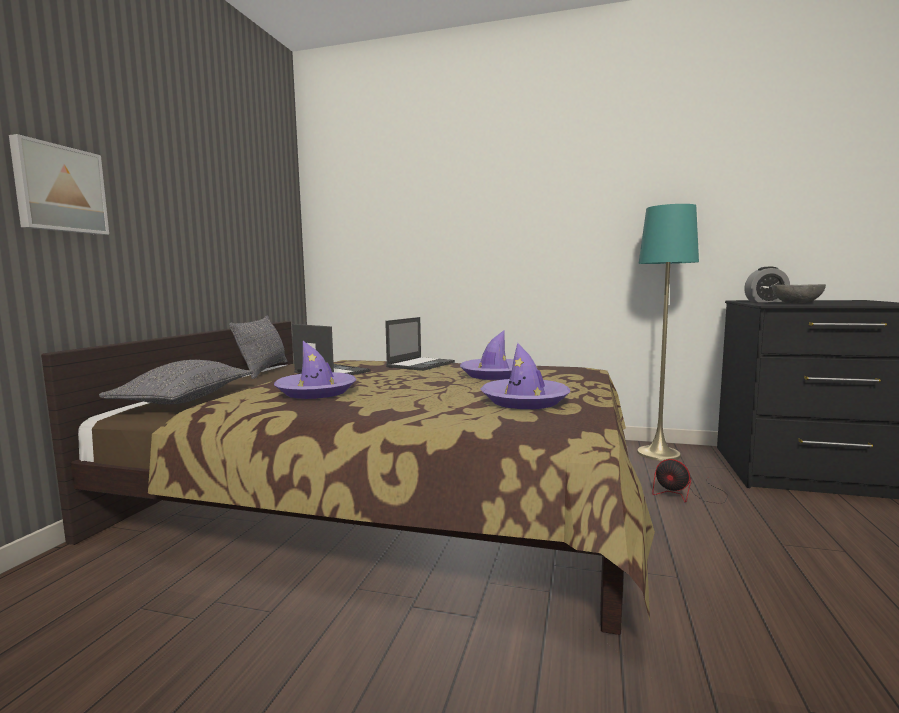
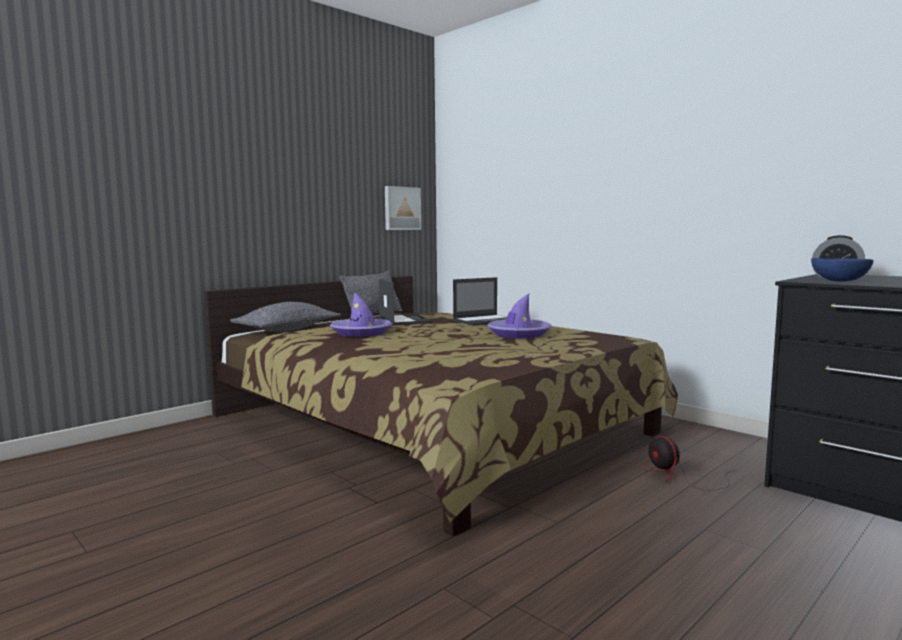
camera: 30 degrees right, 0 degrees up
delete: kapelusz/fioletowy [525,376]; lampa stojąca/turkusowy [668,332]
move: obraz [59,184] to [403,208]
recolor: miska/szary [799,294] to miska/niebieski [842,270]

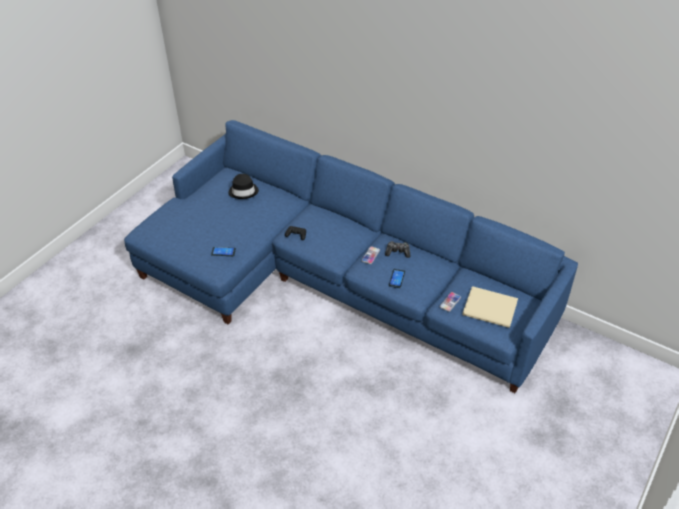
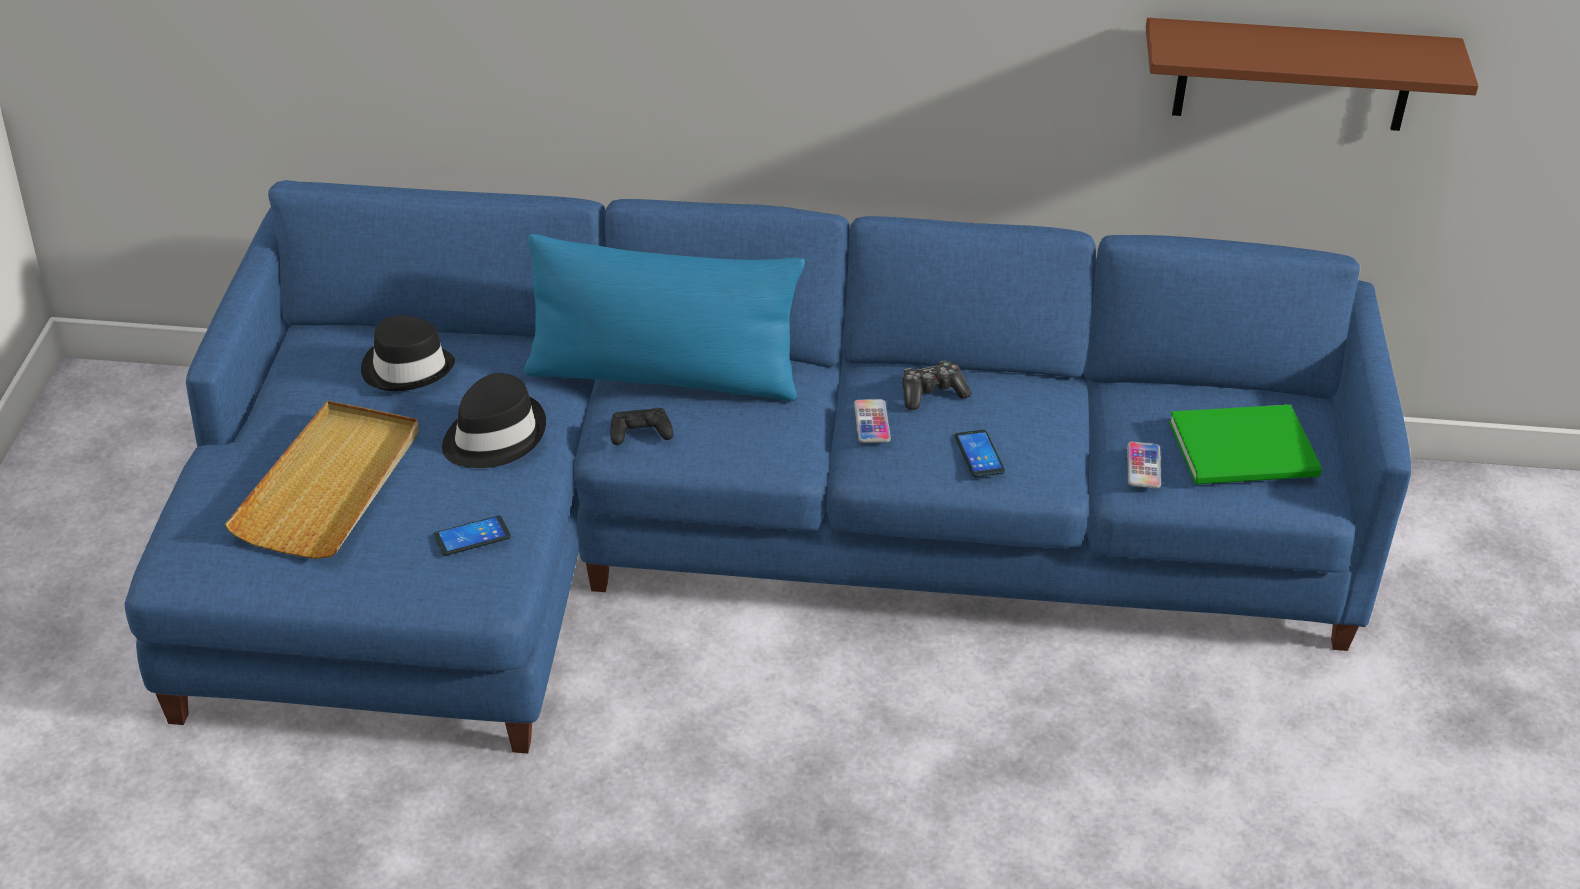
camera: 30 degrees left, 5 degrees down
insert: taca/beżowy [321,480]; kapelusz/czarny [494,420]; poduszka/niebieski [664,317]; półka/brązowy [1312,74]
recolor: książka/beżowy [490,307] to książka/zielony [1245,444]

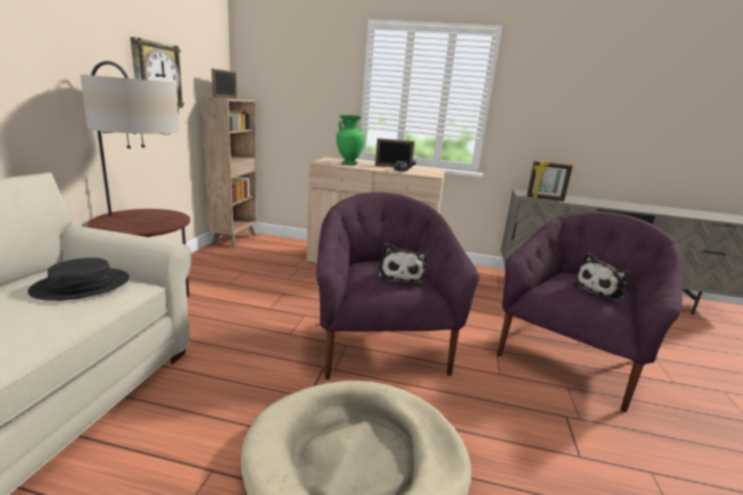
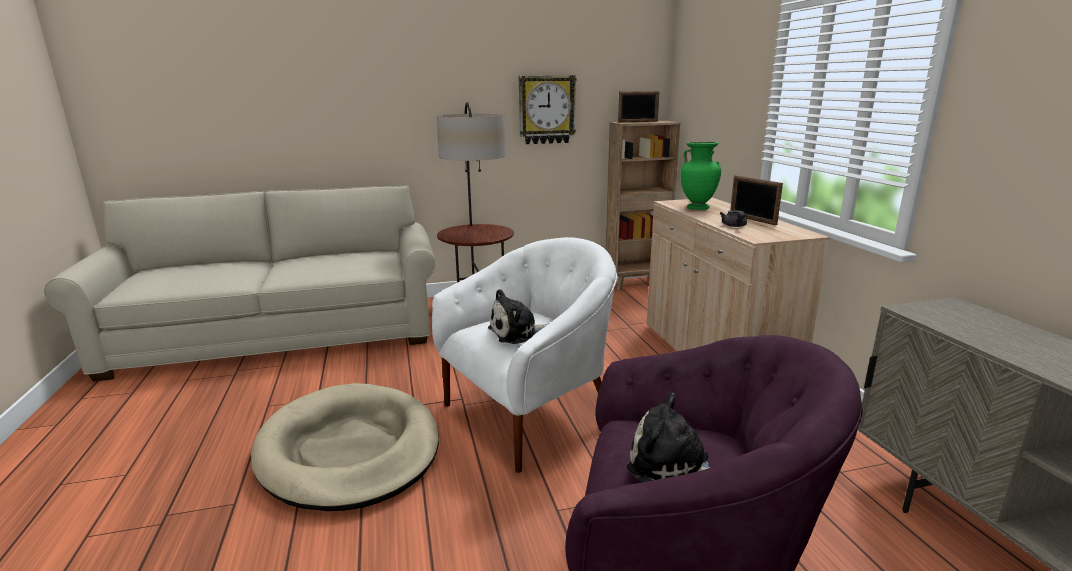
camera: 65 degrees right, 0 degrees up
delete: kapelusz/czarny [78,279]; ramka na zdjęcie [550,181]
recolor: fotel/fioletowy [397,286] to fotel/biały [524,355]

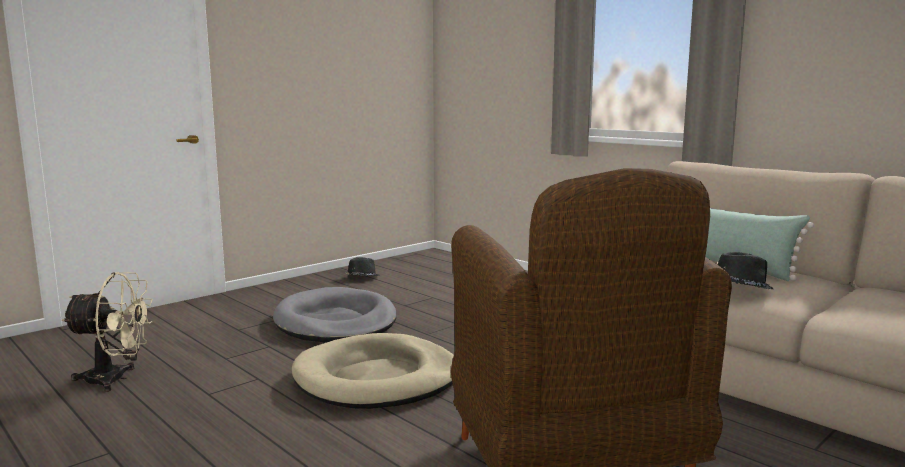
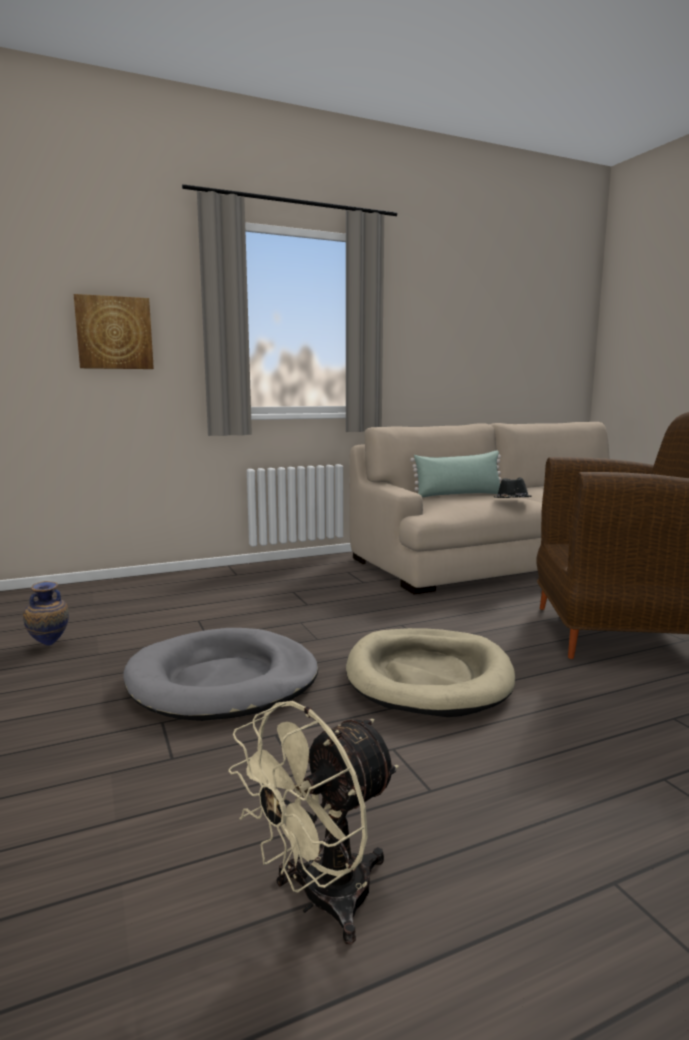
camera: 70 degrees left, 0 degrees up
insert: obraz [114,331]
replace: kapelusz/czarny [362,266] to wazon [46,613]
rotate: wentylator/beżowy [107,332] = [313,822] 150 degrees counterclockwise

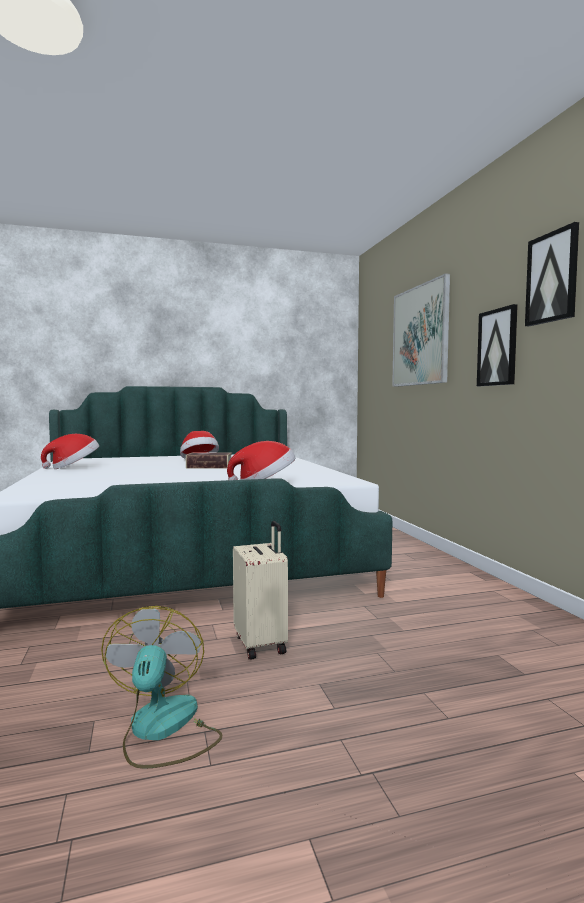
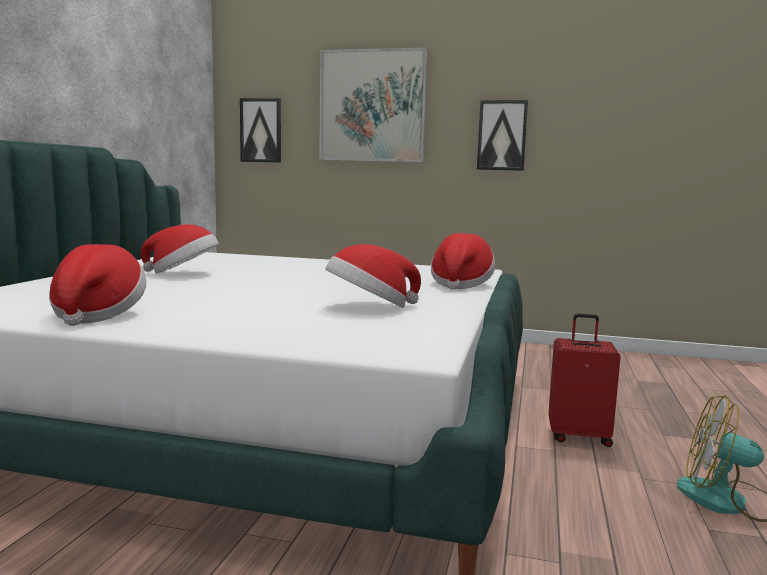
camera: 60 degrees left, 5 degrees up
delete: książka [209,460]
insert: kapelusz [373,276]
move: obraz [552,274] to [260,130]
recolor: walizka/beżowy [260,590] to walizka/czerwony [584,380]

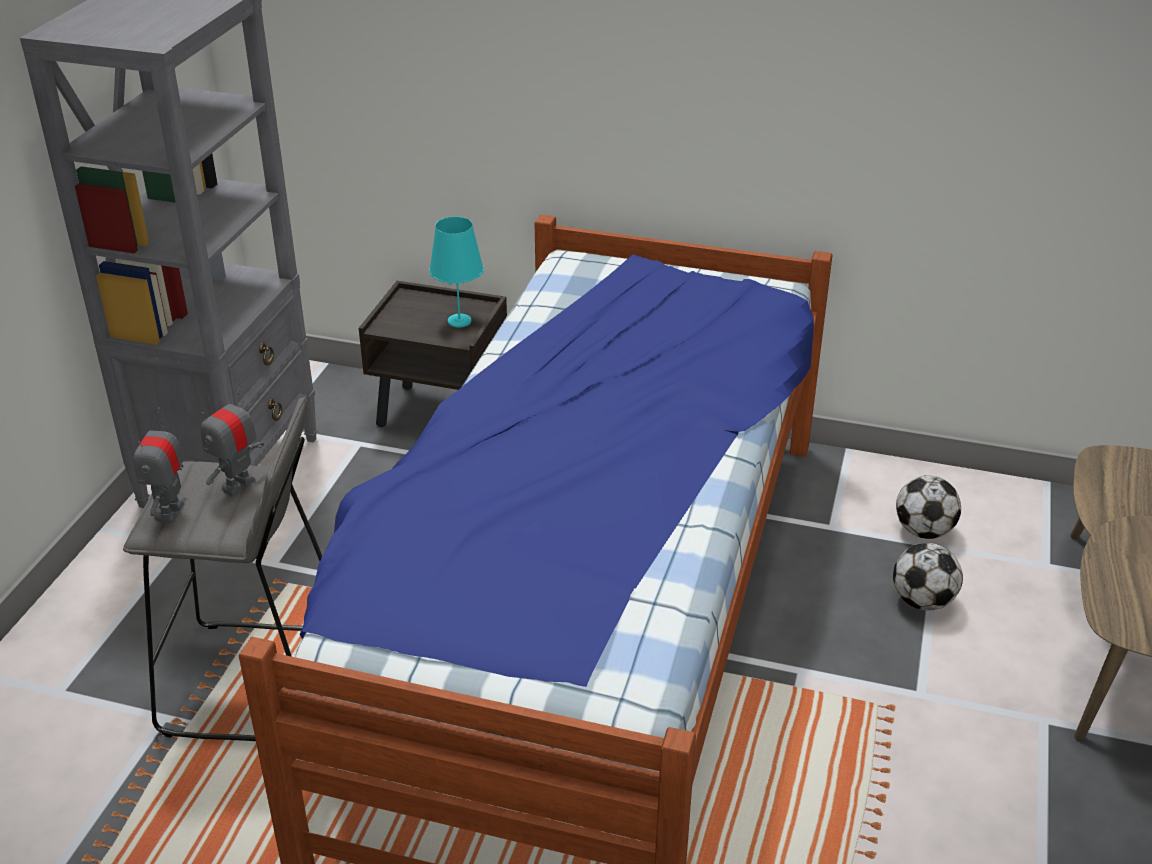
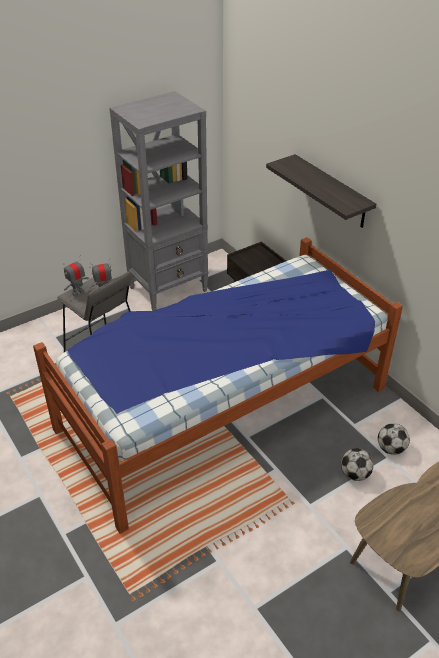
camera: 40 degrees right, 5 degrees up
delete: lampa stołowa/turkusowy [456,272]
insert: półka [321,191]

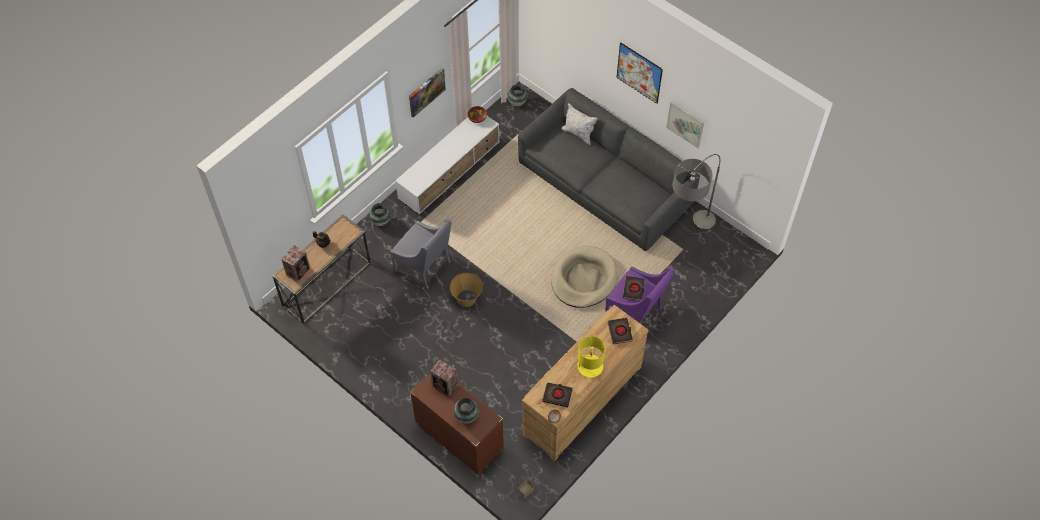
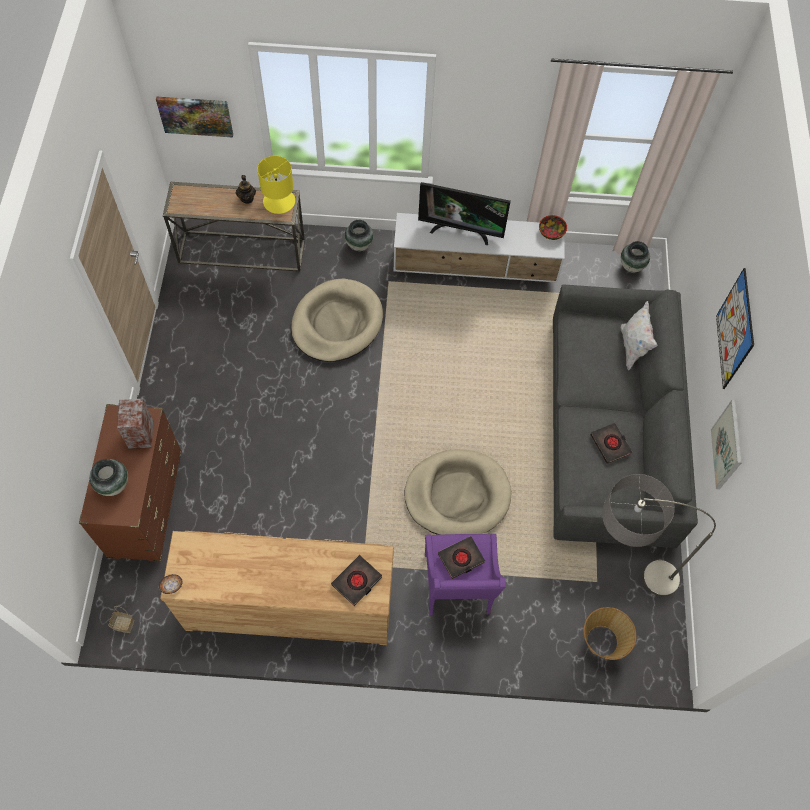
camera: 50 degrees right, 5 degrees up
delete: głośnik [296,263]
insert: telewizor [464,213]
move: obraz [427,92] to [194,116]; koszyk [466,290] to [610,633]; książka/czarny [557,394] to [611,443]; lampa stołowa/żółty [589,357] to [276,185]
replace: fotel/szary [420,253] to legowisko/beżowy [337,320]

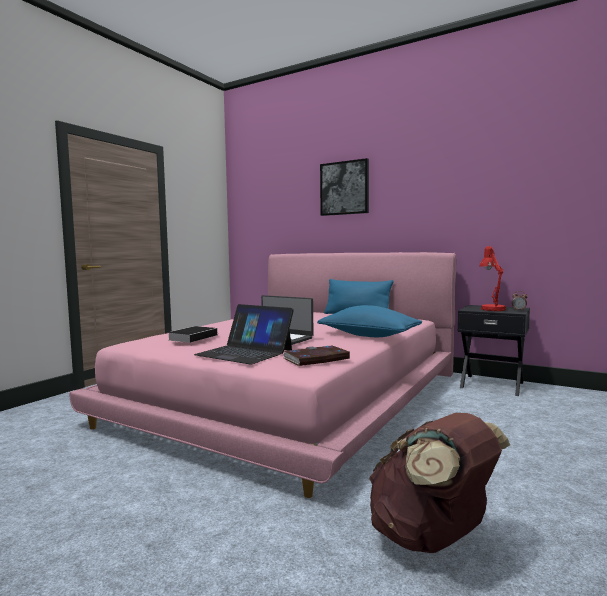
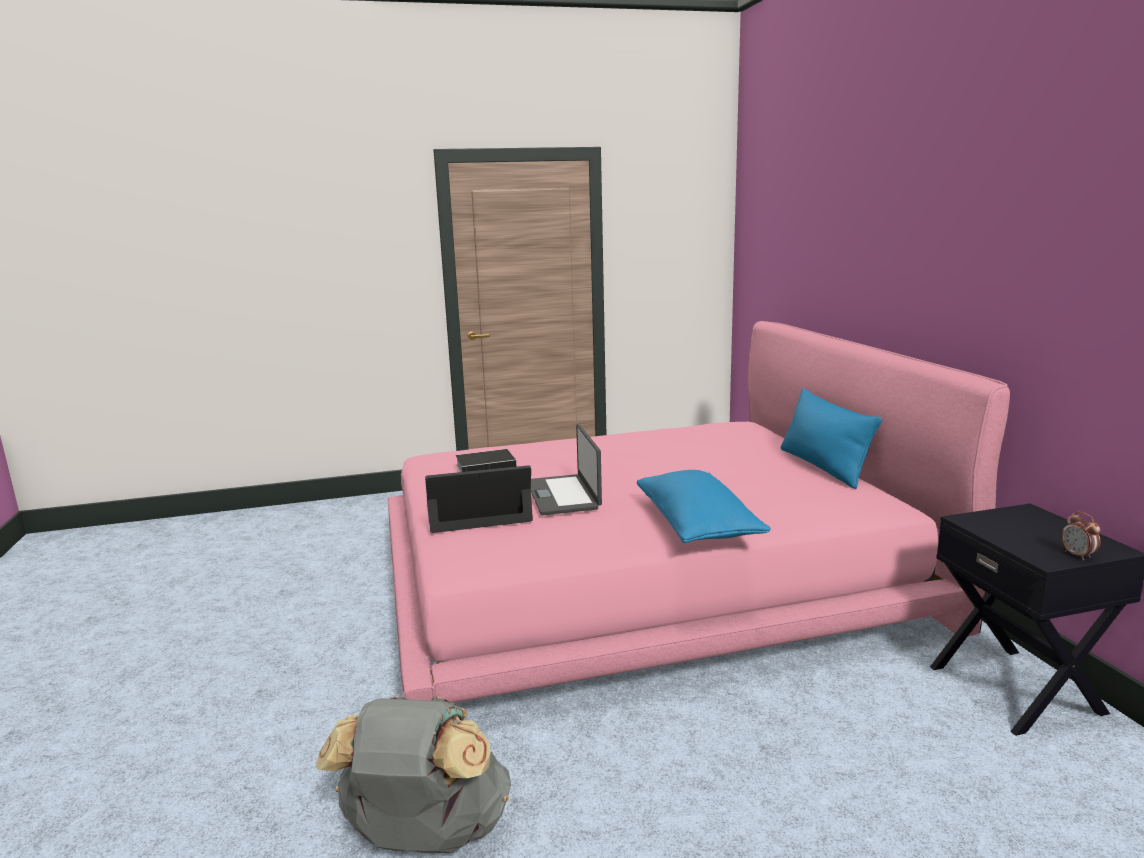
camera: 45 degrees right, 10 degrees up
delete: książka [316,355]; obraz [344,187]; lampa stołowa/czerwony [493,278]
recolor: plecak/brązowy [439,483] to plecak/szary [413,774]
rotate: laptop [244,334] = [479,499] 90 degrees clockwise

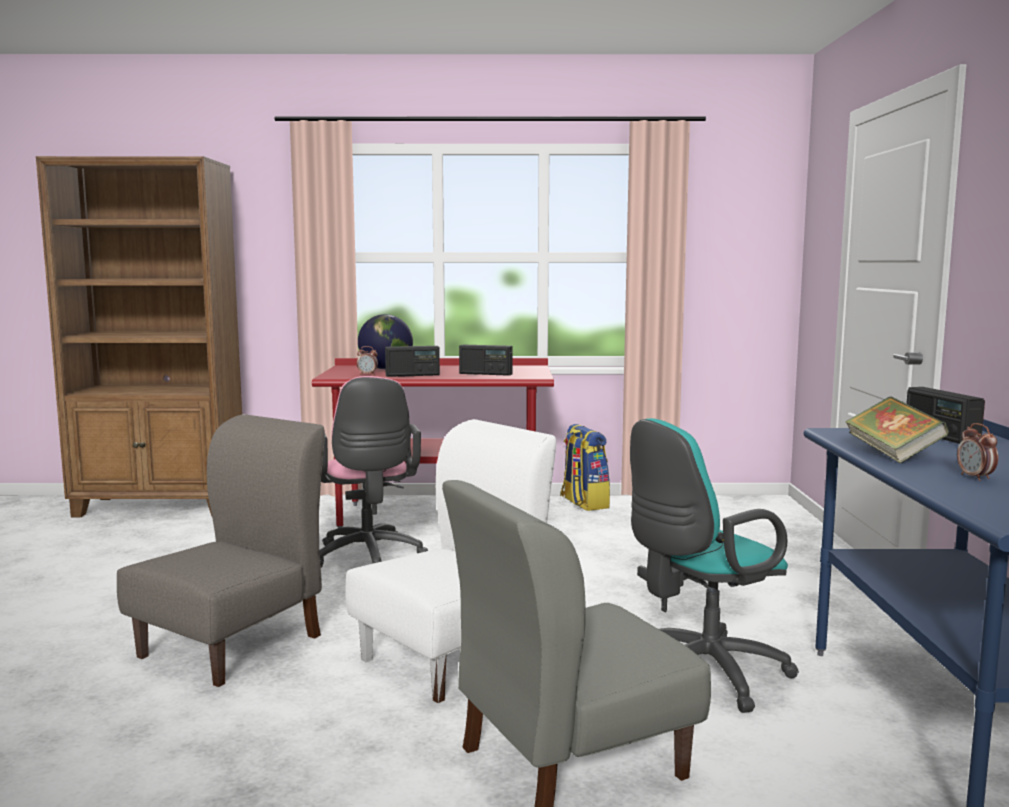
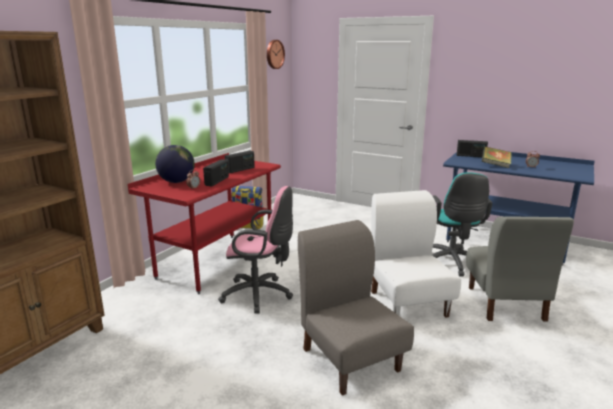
camera: 60 degrees left, 10 degrees up
insert: zegar ścienny [276,54]

